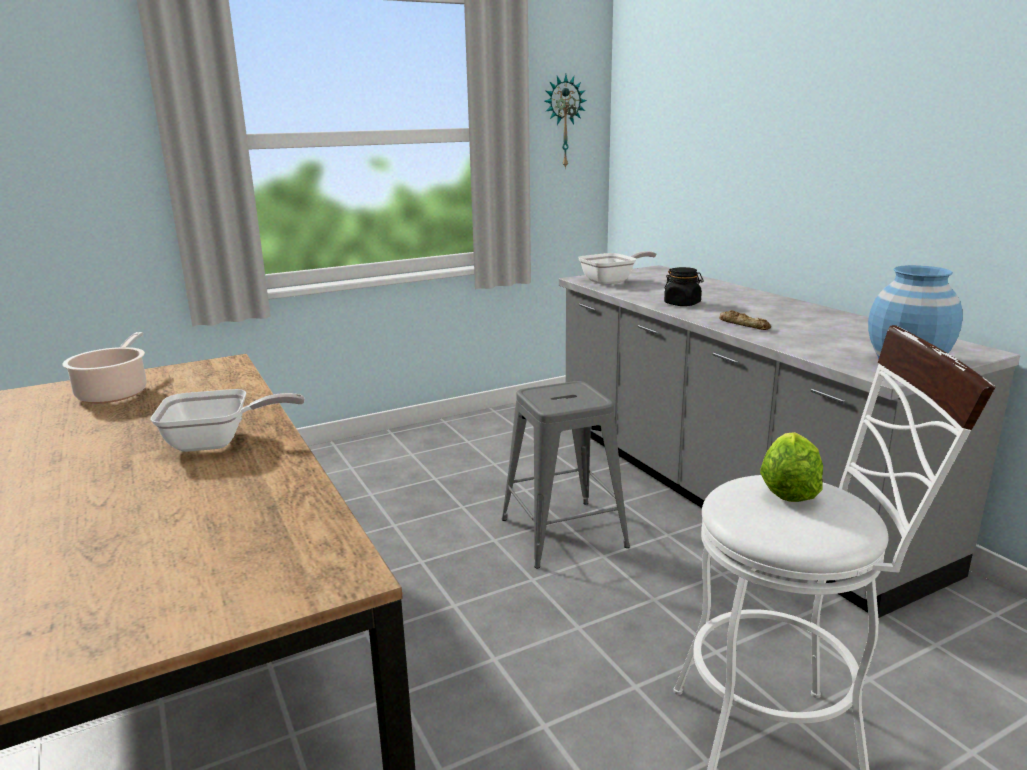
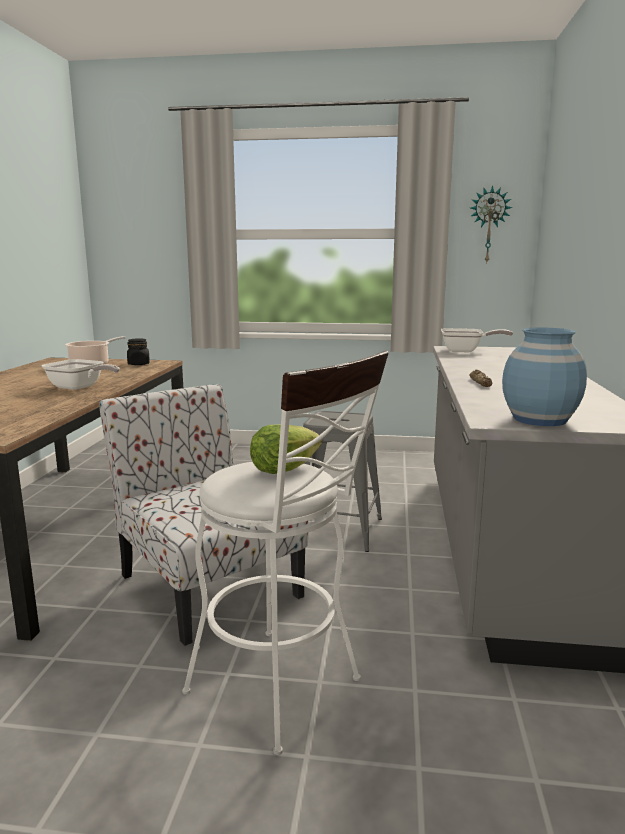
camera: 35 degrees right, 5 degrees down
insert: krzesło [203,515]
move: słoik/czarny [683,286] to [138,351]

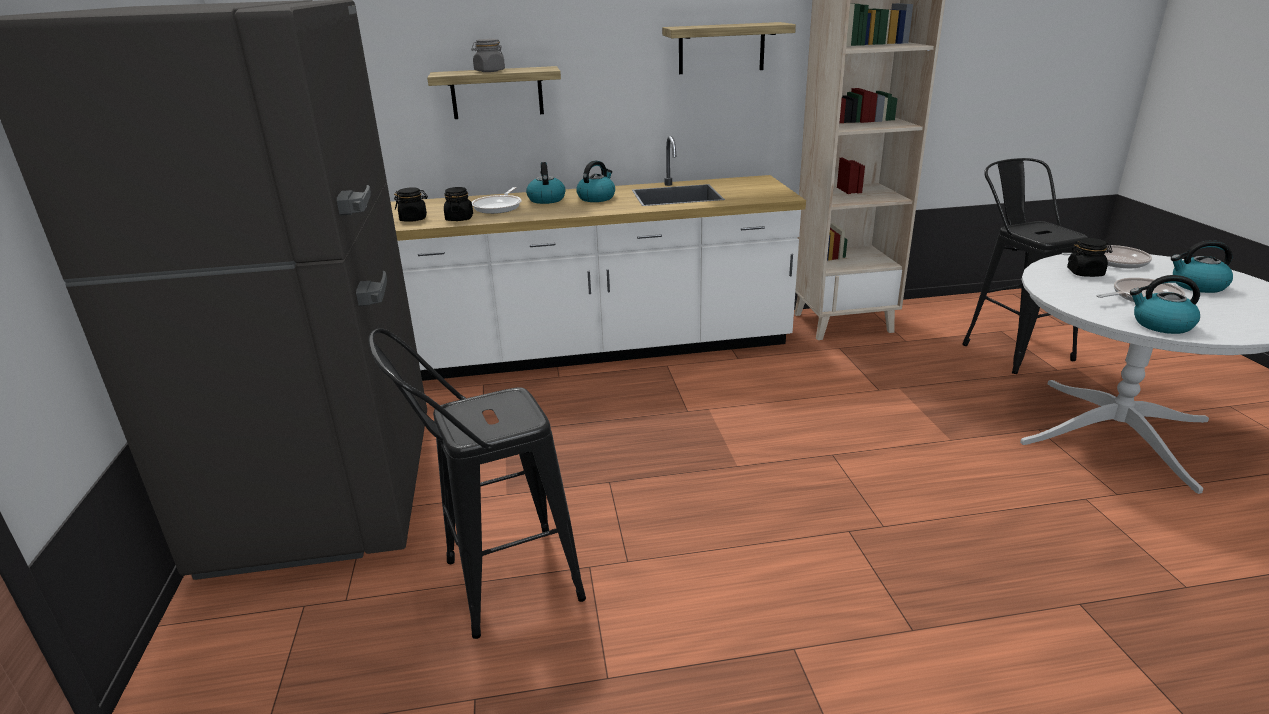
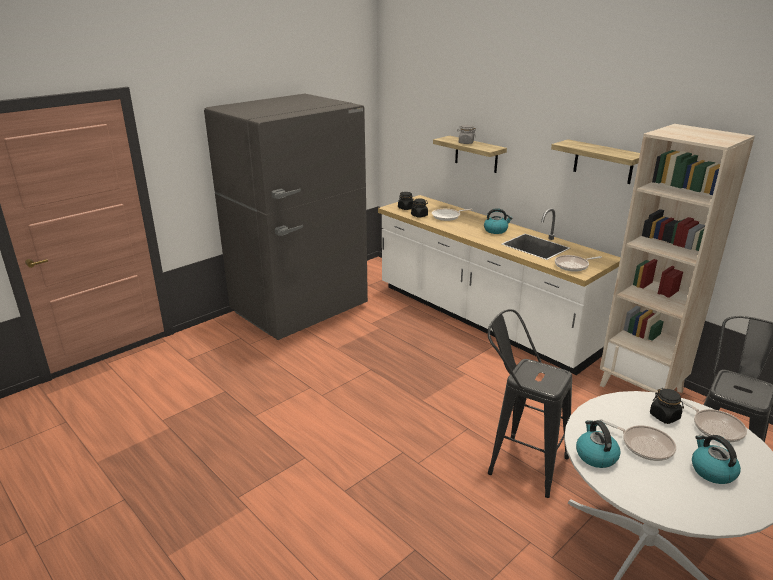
camera: 55 degrees right, 0 degrees up
delete: czajnik [546,183]
insert: patelnia [578,263]
move: stołek/czarny [477,483] to [530,403]

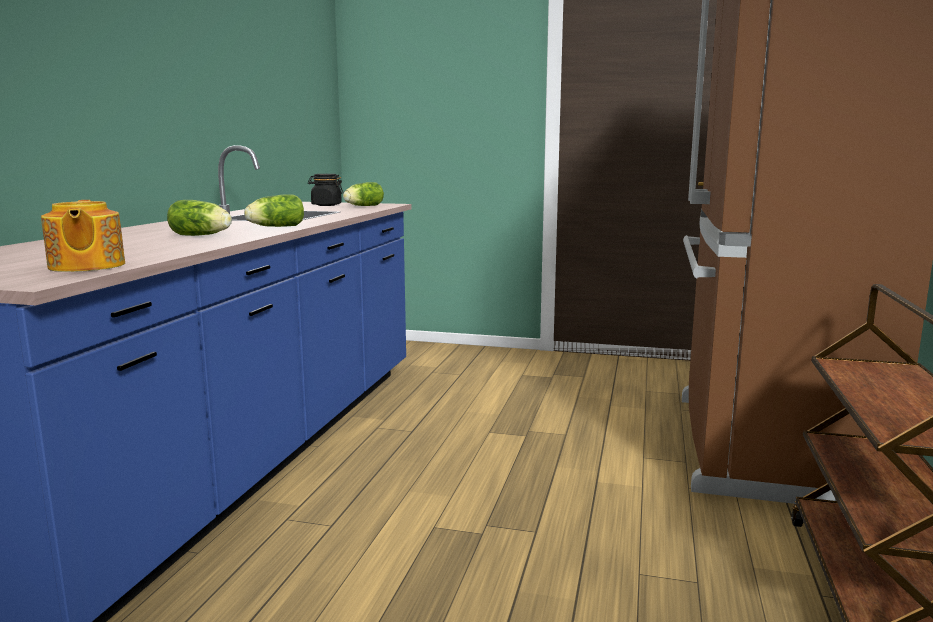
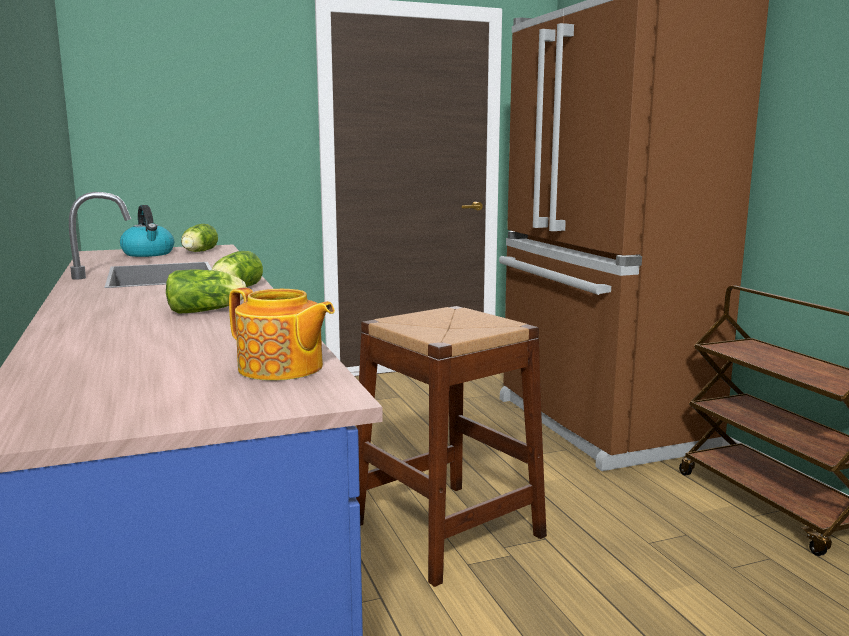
camera: 35 degrees left, 0 degrees up
insert: stołek/brązowy [451,446]
replace: słoik/czarny [325,190] to czajnik [147,231]

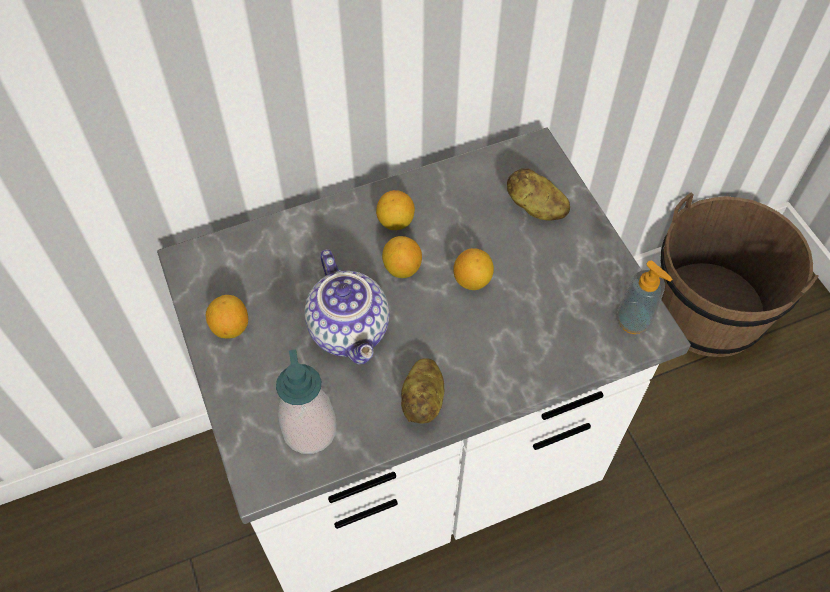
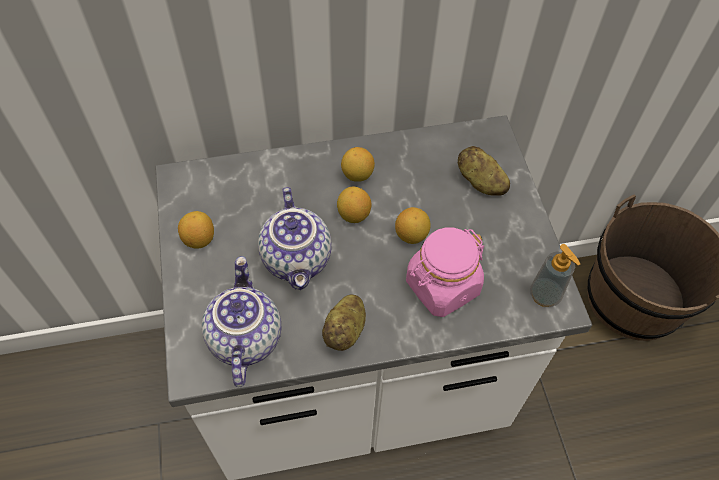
camera: 10 degrees right, 0 degrees up
insert: słoik/różowy [445,272]
replace: dozownik mydła [306,402] to imbryk [241,321]

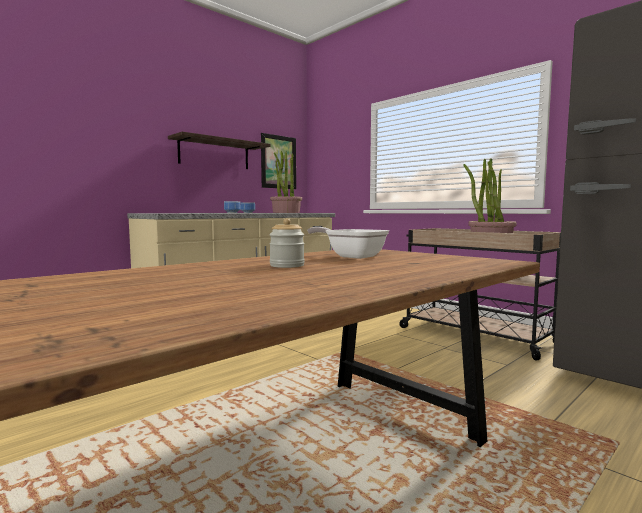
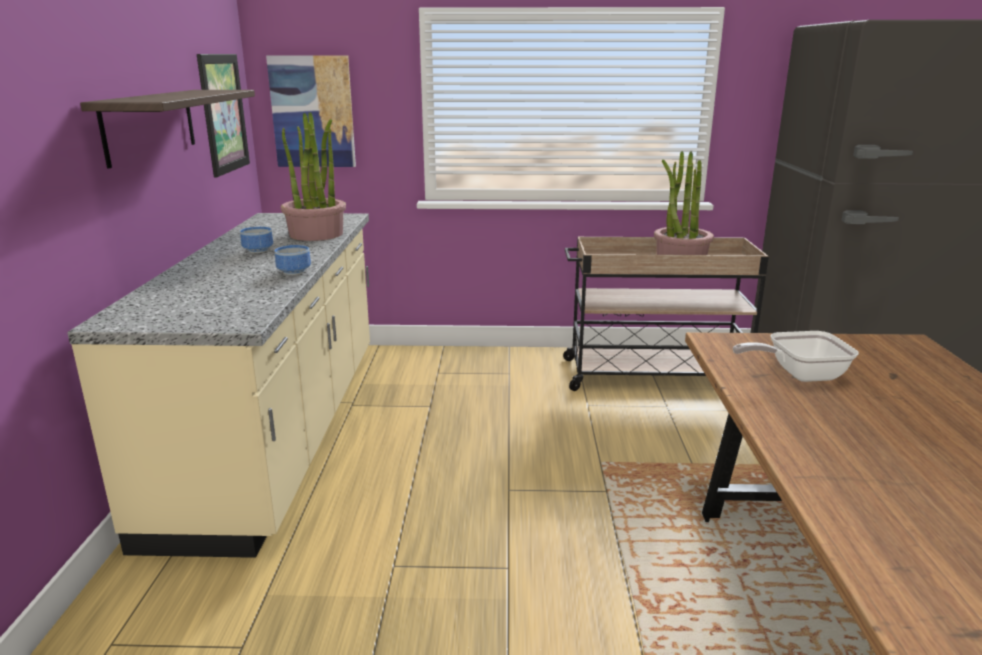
camera: 45 degrees left, 15 degrees up
delete: słoik [287,243]
insert: obraz [311,111]

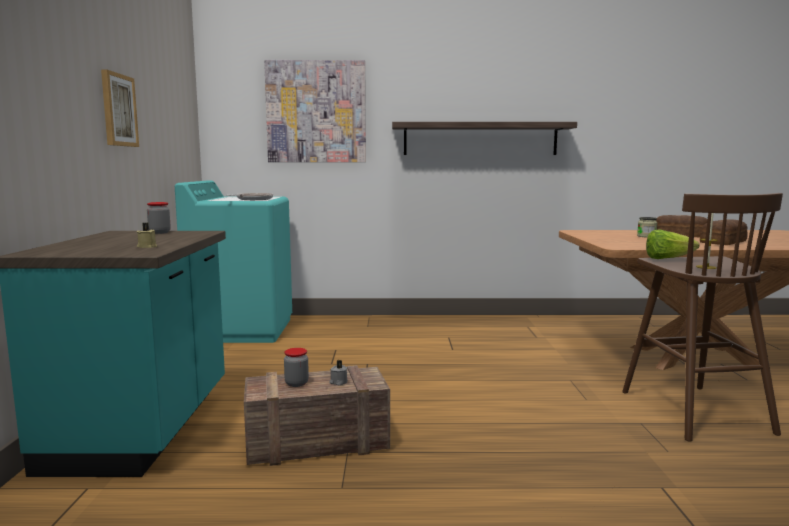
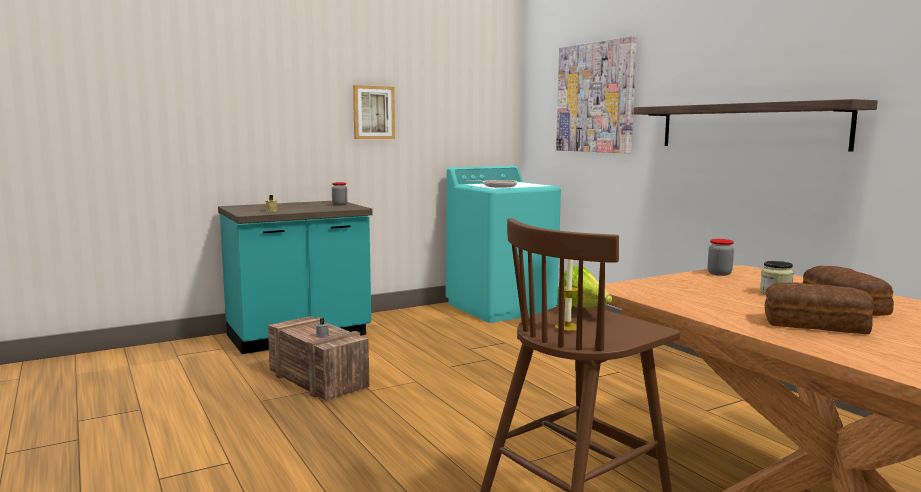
camera: 60 degrees right, 0 degrees up
move: słoik [296,367] to [721,257]

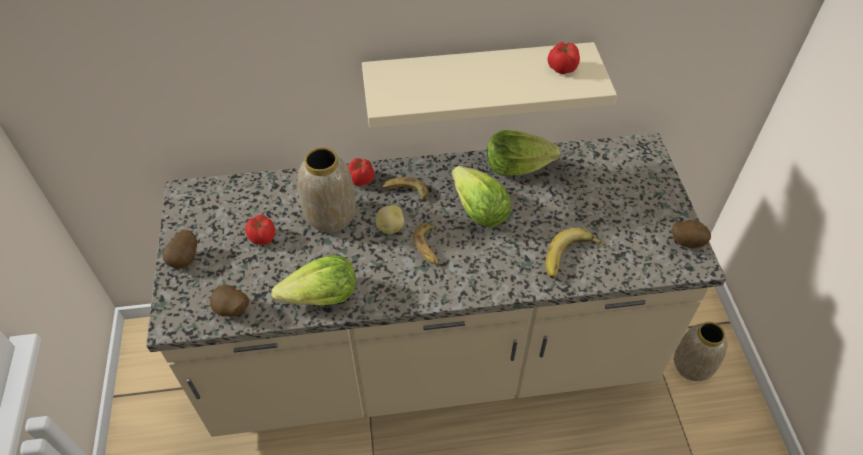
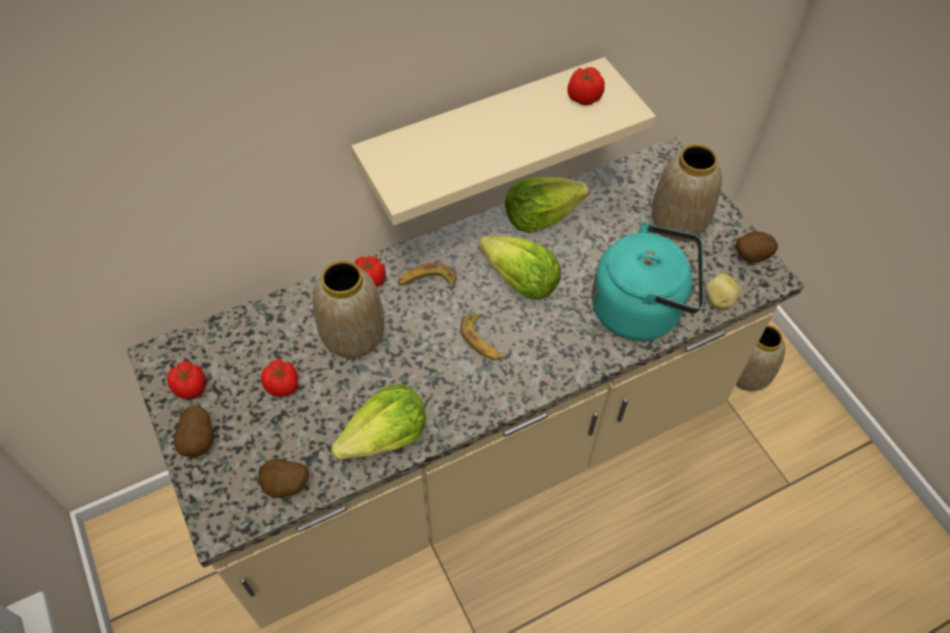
camera: 20 degrees left, 5 degrees up
insert: pomidor [186,380]; wazon [687,192]
move: ziemniak [390,219] to [722,291]
replace: banan [575,253] to czajnik/turkusowy [648,281]

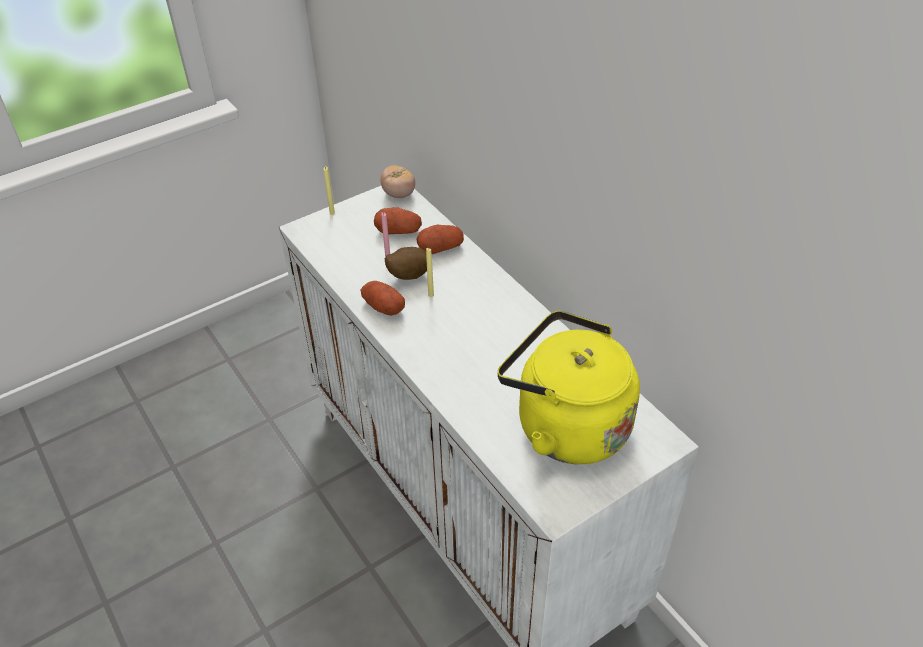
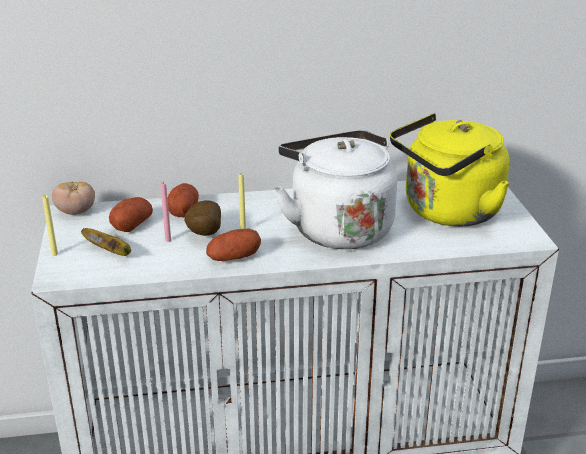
camera: 65 degrees left, 15 degrees down
insert: banan [106,242]; czajnik/biały [336,189]

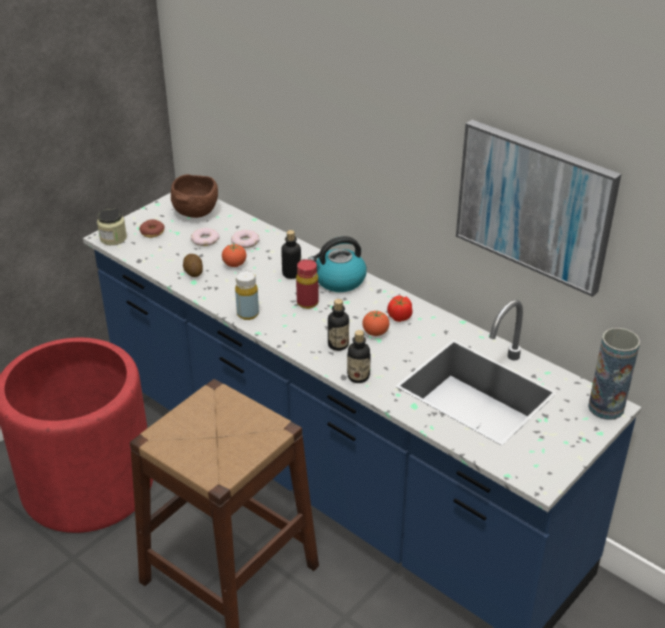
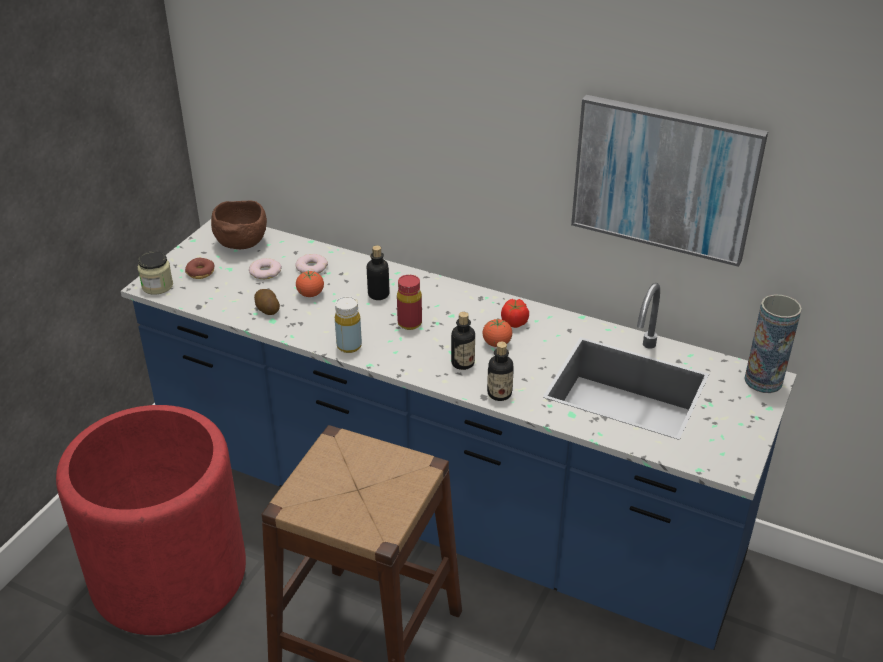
camera: 15 degrees left, 0 degrees up
delete: czajnik [337,264]

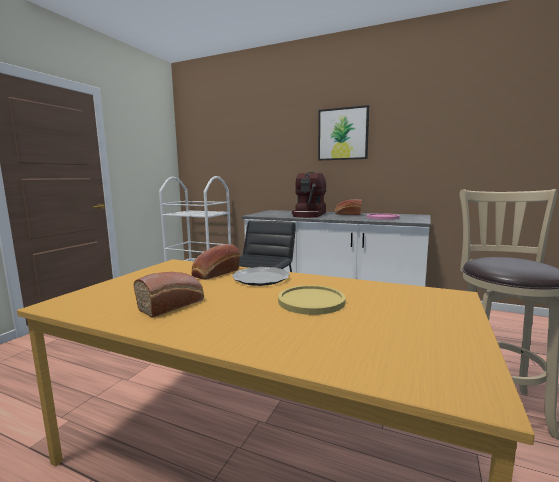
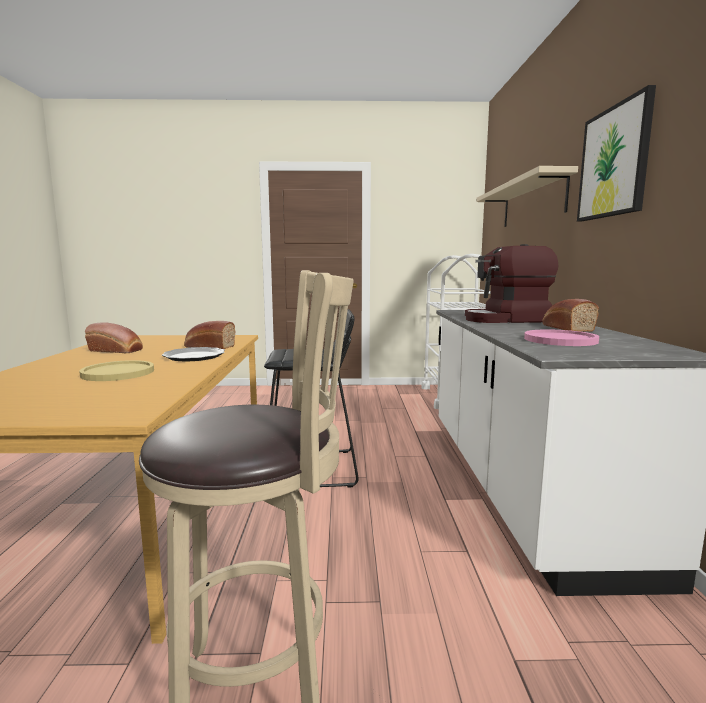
camera: 65 degrees right, 0 degrees up
insert: półka/beżowy [527,196]

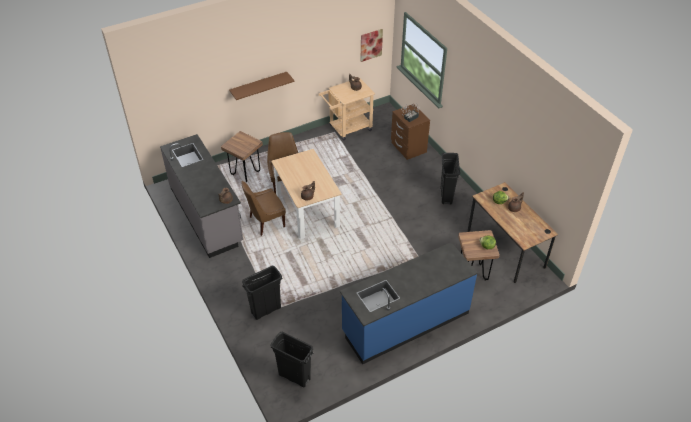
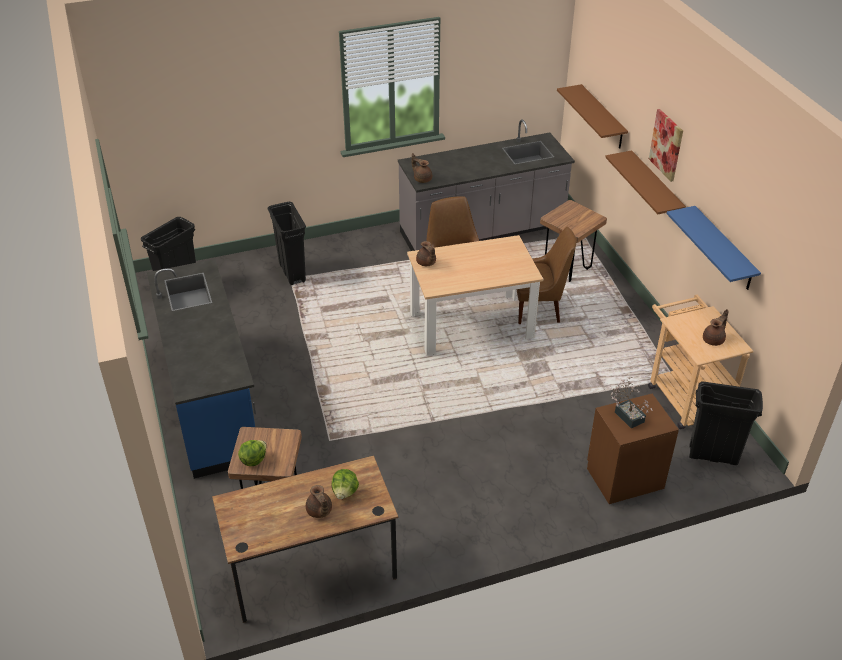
camera: 100 degrees right, 5 degrees down
insert: półka/brązowy [592,116]; półka/niebieski [714,248]
move: obraz [372,45] to [666,145]; kosz na śmieci/czarny [450,178] to [726,423]

